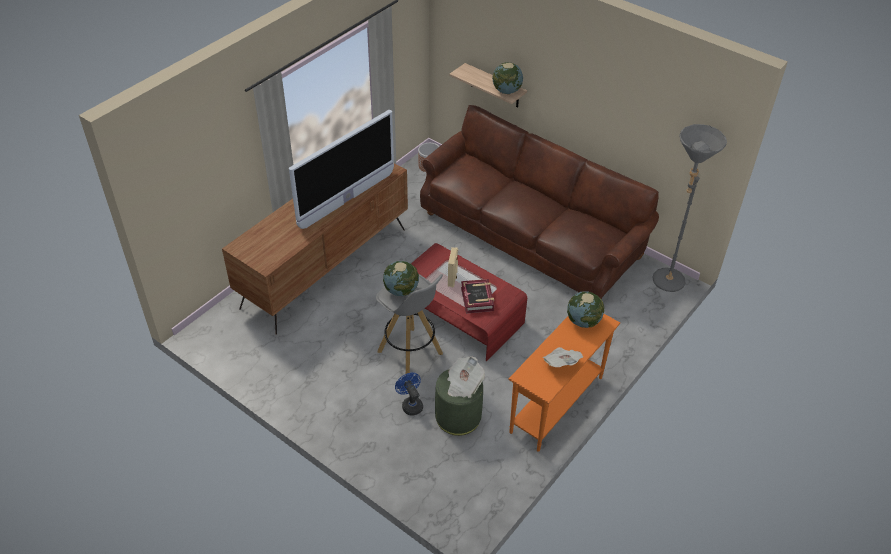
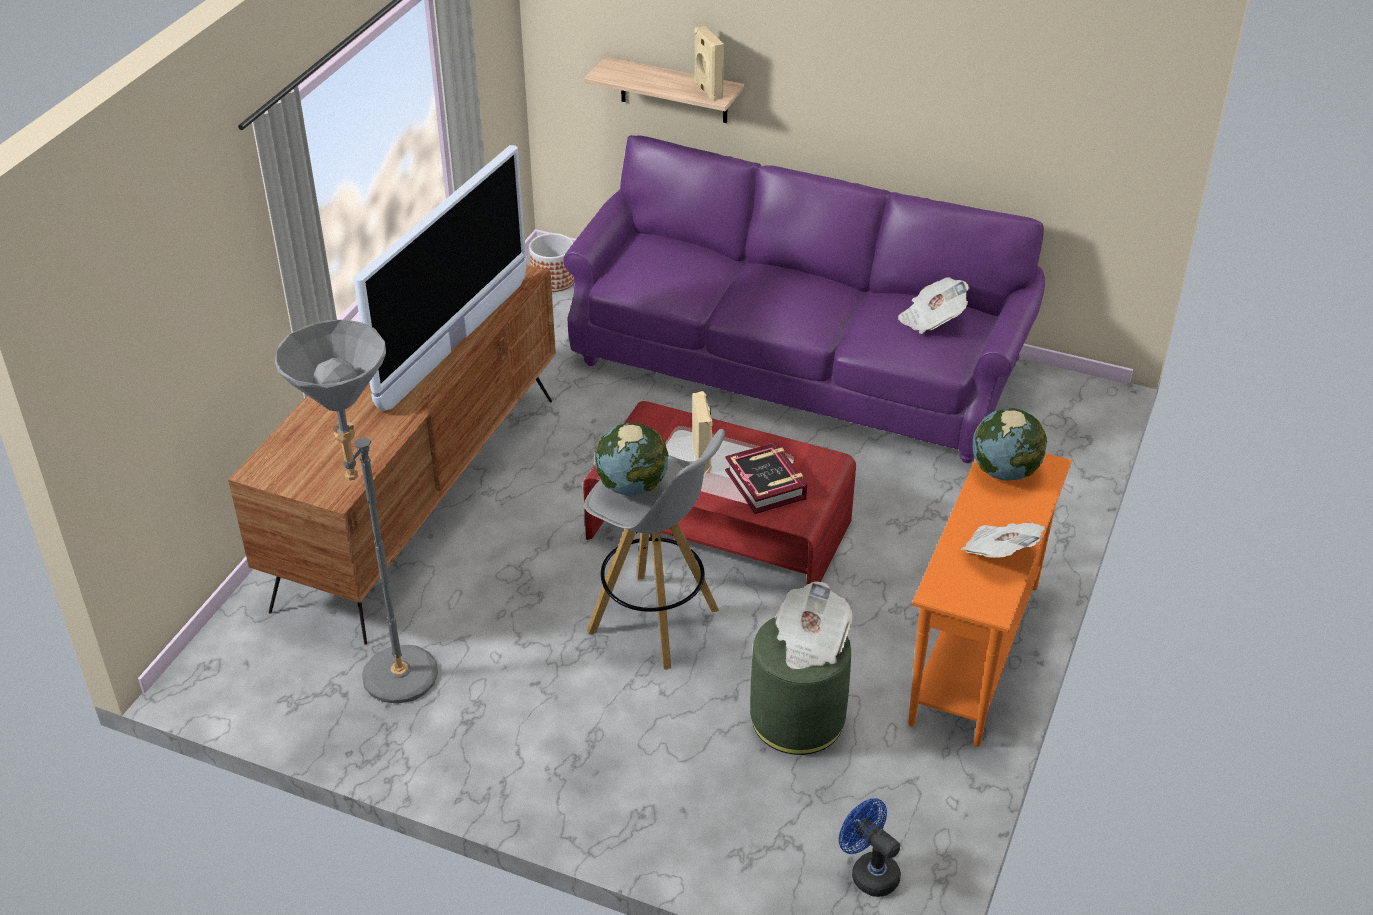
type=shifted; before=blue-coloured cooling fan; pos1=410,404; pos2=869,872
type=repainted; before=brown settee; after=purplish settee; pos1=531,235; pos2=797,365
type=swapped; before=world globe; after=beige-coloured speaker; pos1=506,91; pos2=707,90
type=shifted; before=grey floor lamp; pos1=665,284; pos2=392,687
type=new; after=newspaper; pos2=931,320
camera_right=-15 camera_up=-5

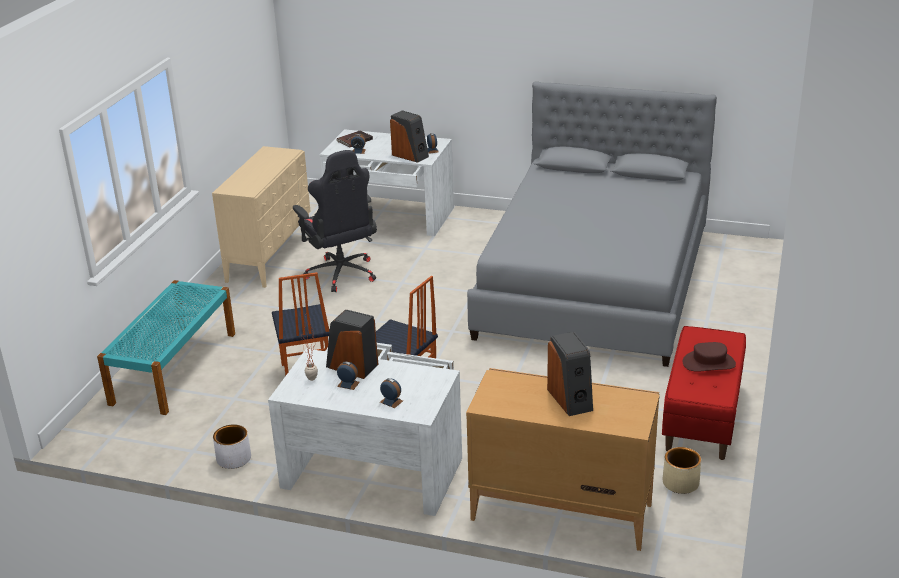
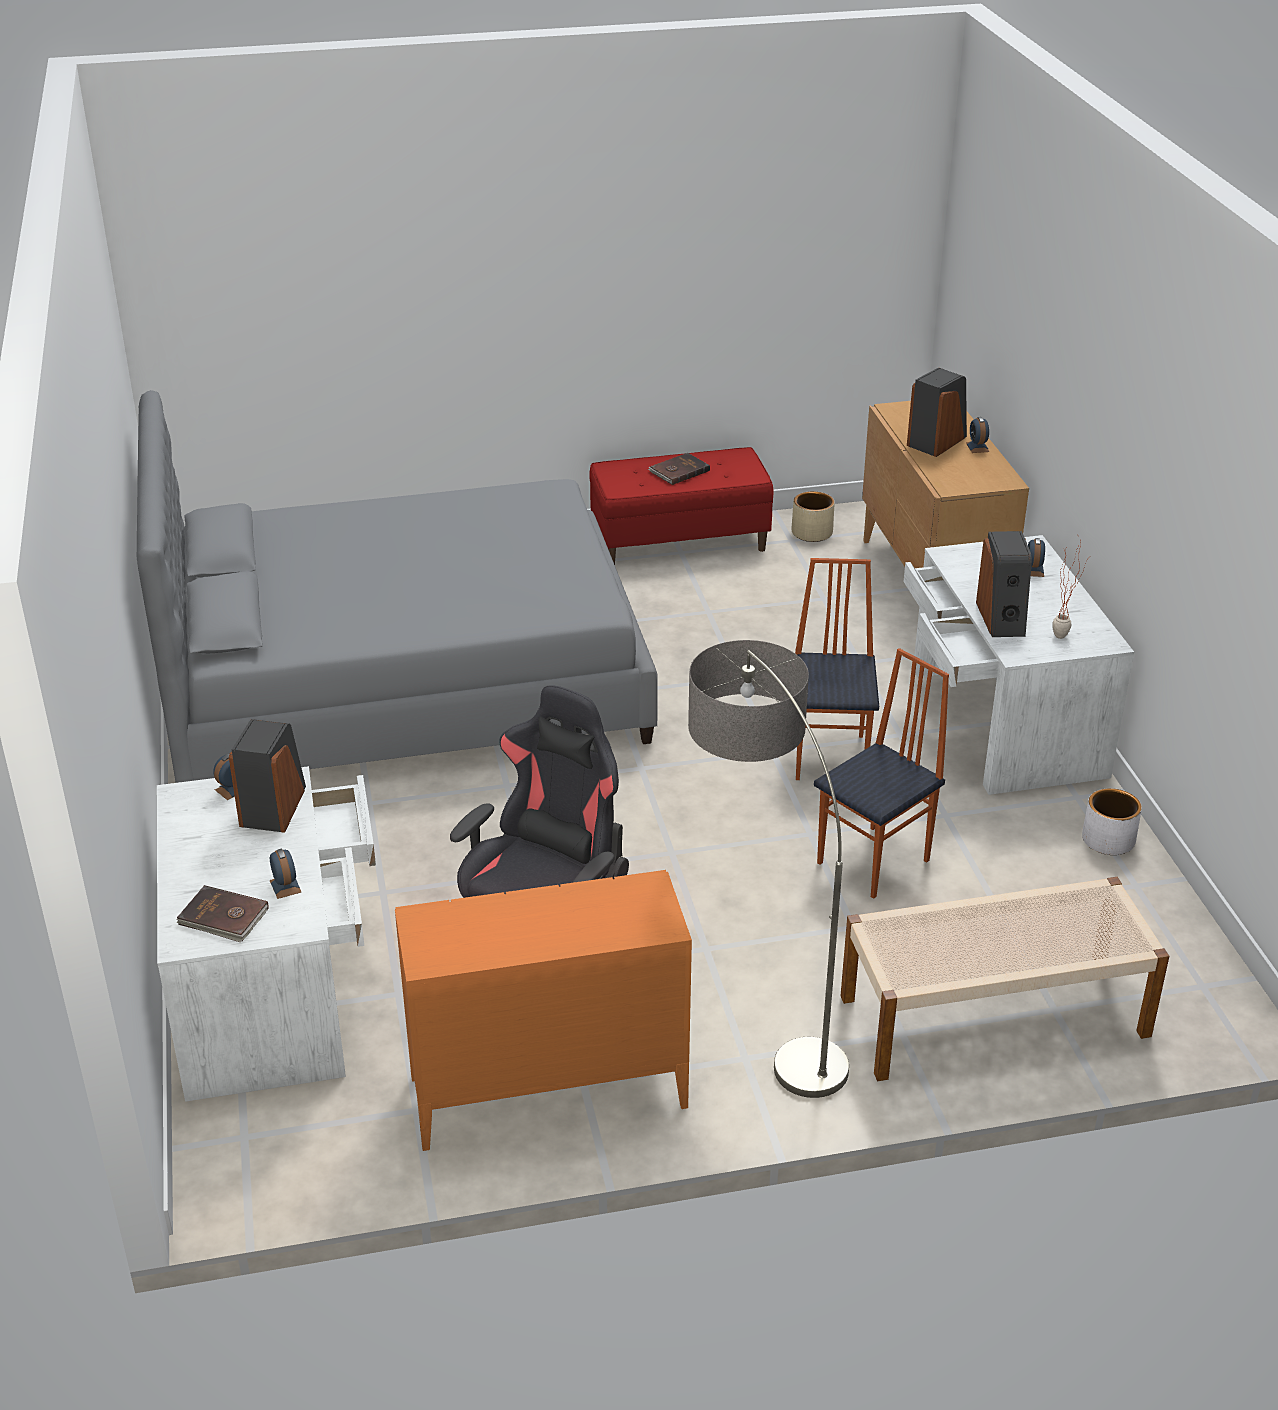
type=repainted; before=blue-green long seat; after=beige-coloured long seat; pos1=173,368; pos2=994,1017
type=repainted; before=beige-coloured chest of drawers; after=orange chest of drawers; pos1=271,257; pos2=545,1089
type=shifted; before=table clock; pos1=348,384; pos2=977,447
type=swapped; before=brown hat; after=brown bound book; pos1=709,363; pos2=678,471
type=new; after=floor lamp; pos2=760,1015
camera_right=-120 camera_up=5

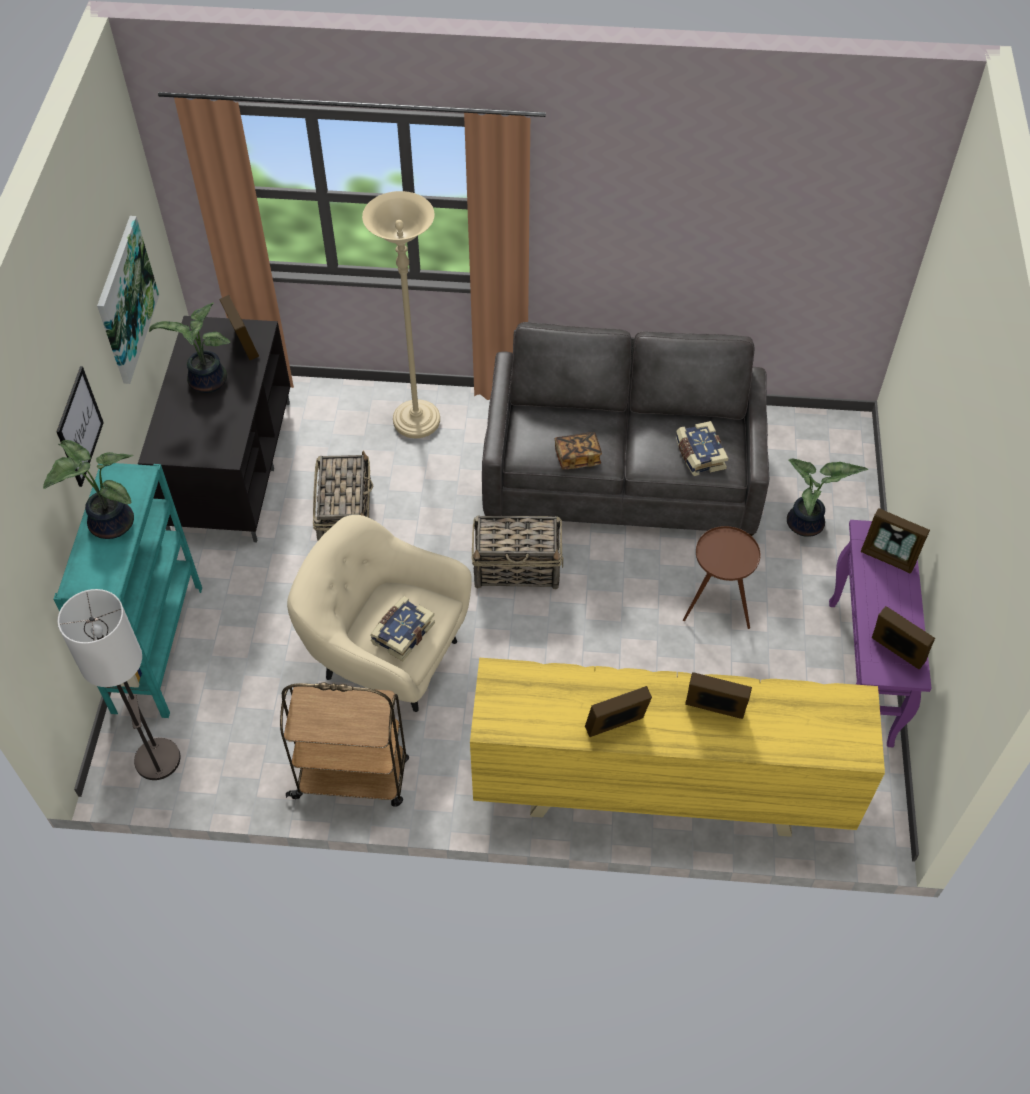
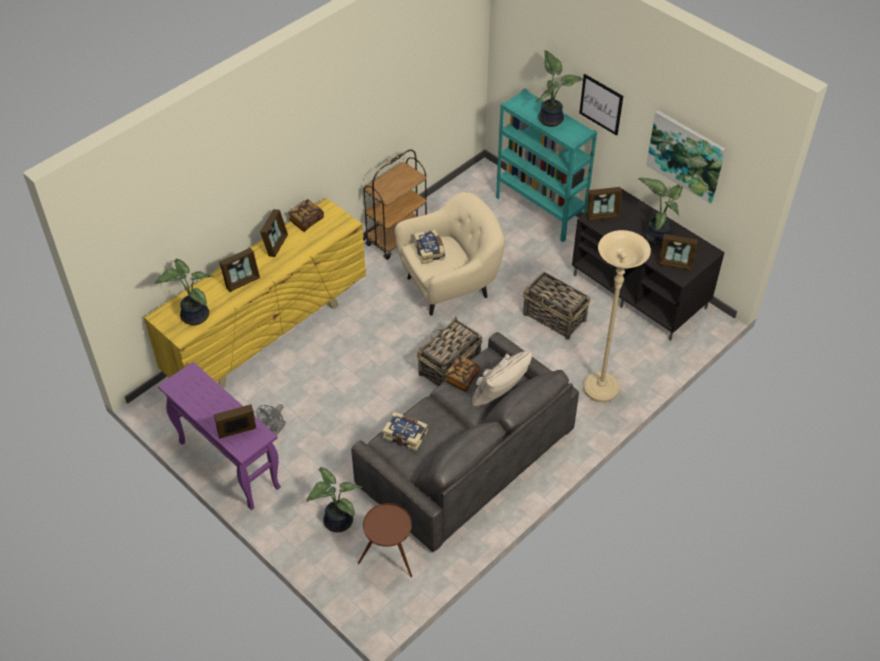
type=gone; before=floor lamp; pos1=157,759
type=shifted; before=brown end table; pos1=716,604; pos2=389,560
type=shifted; before=picture frame; pos1=895,652; pos2=602,215
type=new; after=plant in a pot; pos2=193,316
type=new; after=grey cooling fan; pos2=275,430
type=new; after=bound book; pos2=306,220
type=new; after=beige-coloured throw pillow; pos2=499,394
camera_right=130 camera_up=-5

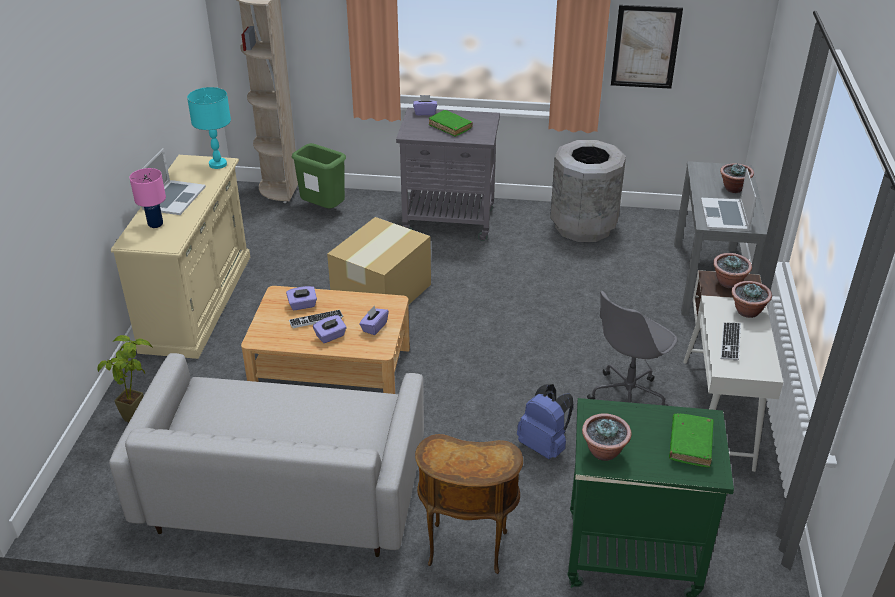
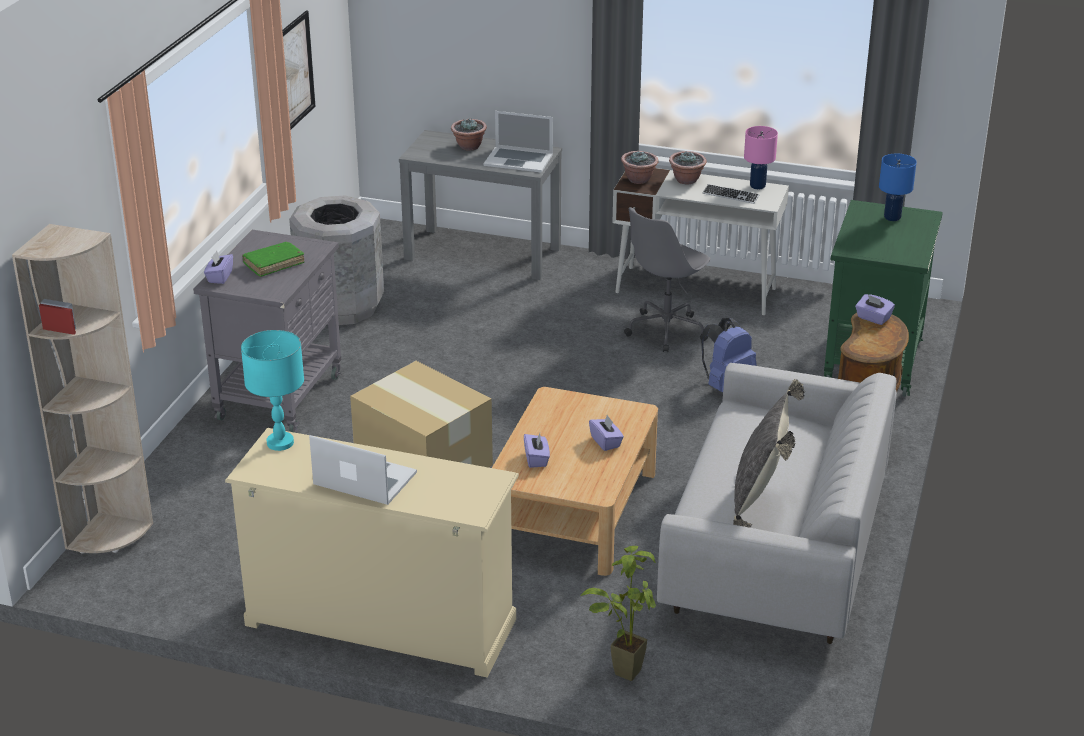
type=shifted; before=pink-coloured tabletop lamp; pos1=155,225; pos2=758,186
type=gone; before=computer keyboard; pos1=316,320
type=gone; before=greenish waste bin; pos1=324,210
type=shifted; before=purplish tissue box; pos1=374,327; pos2=873,318
type=gone; before=plant in a pot; pos1=604,452
type=rotated; before=grey computer chair; pos1=626,398; pos2=664,332; turn=75
type=swapped; before=greenish bound book; after=blue-coloured tabletop lamp; pos1=690,444; pos2=892,218
type=new; after=throw pillow; pos2=763,507
camera_right=-80 camera_up=-5

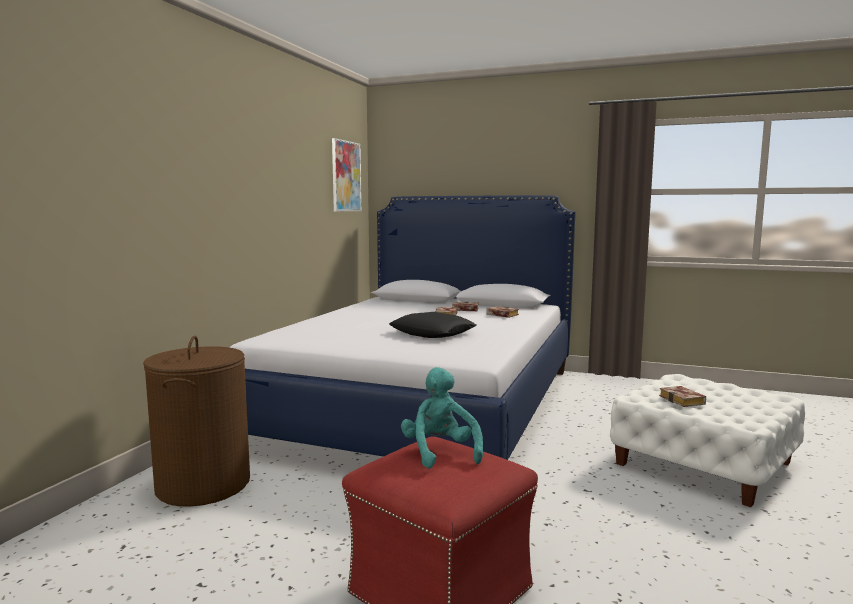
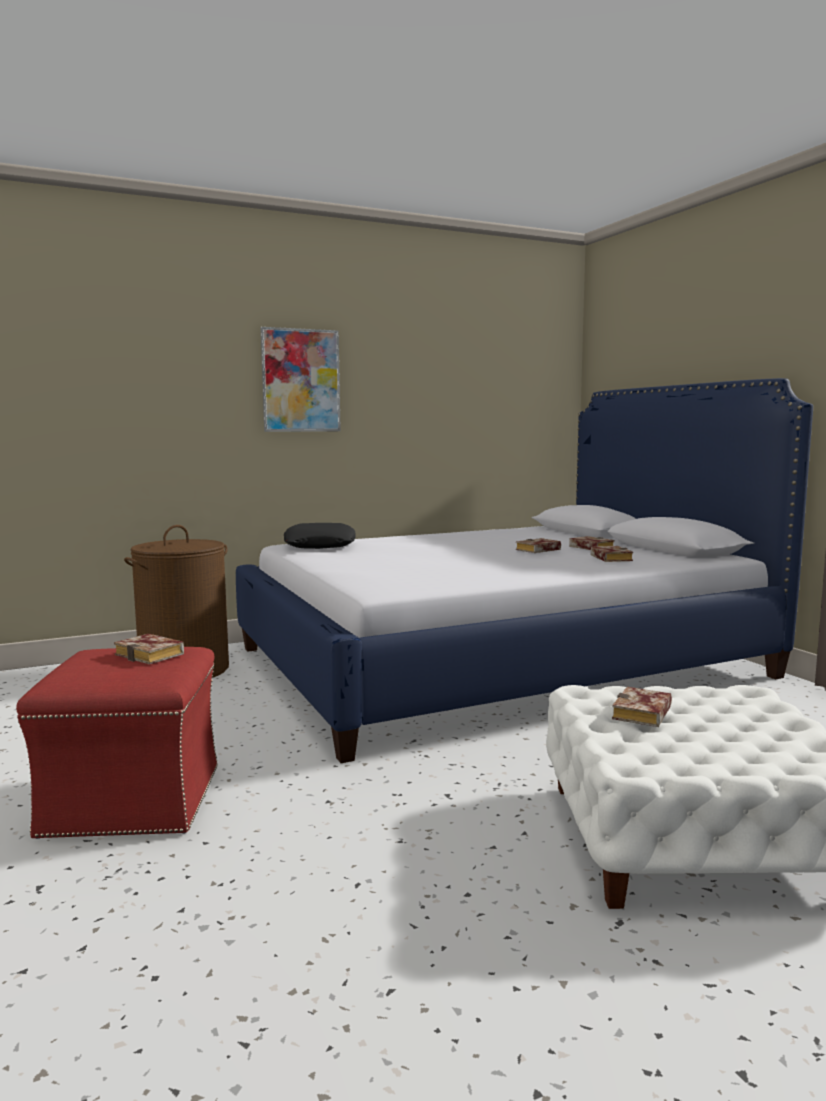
type=shifted; before=picture; pos1=346,176; pos2=301,380
type=shifted; before=black throw pillow; pos1=432,333; pos2=320,545
type=swapped; before=blue-green cuddly toy; after=bound book; pos1=440,452; pos2=152,655
camera_right=45 camera_up=0

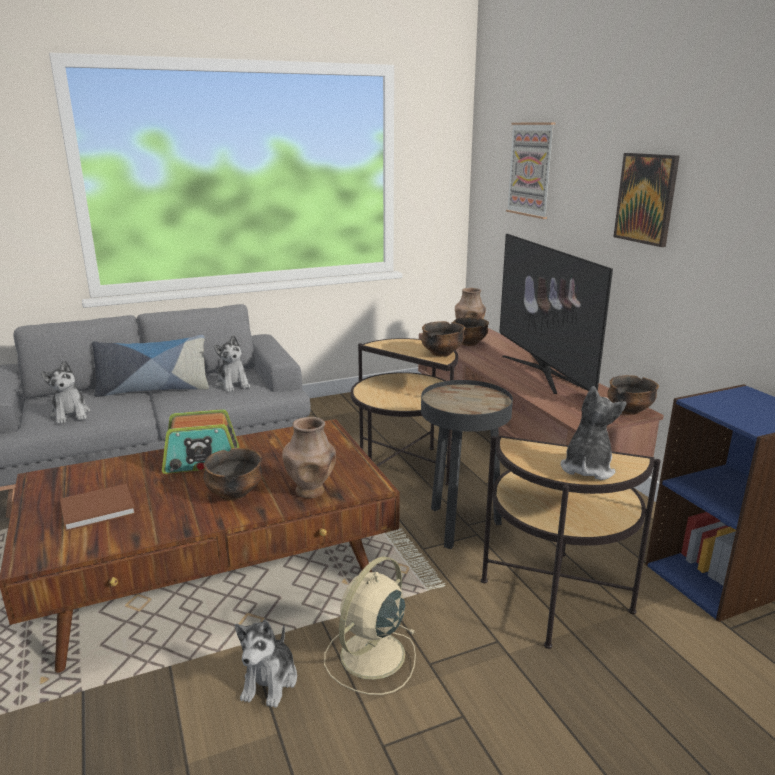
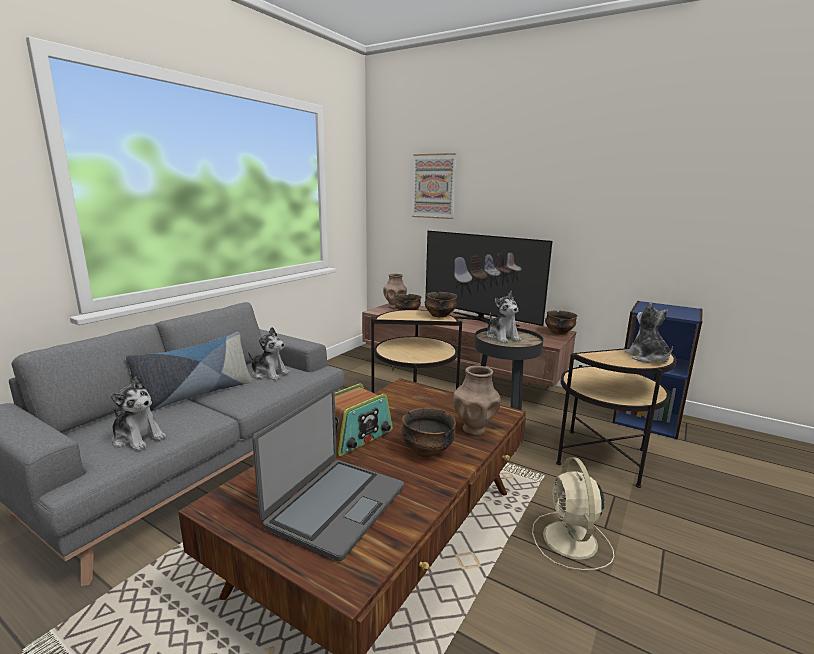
type=swapped; before=brown bound book; after=portable computer; pos1=100,509; pos2=335,506
type=shifted; before=cuddly toy; pos1=270,681; pos2=502,337
type=gone; before=picture; pos1=646,198
camera_right=-35 camera_up=-5

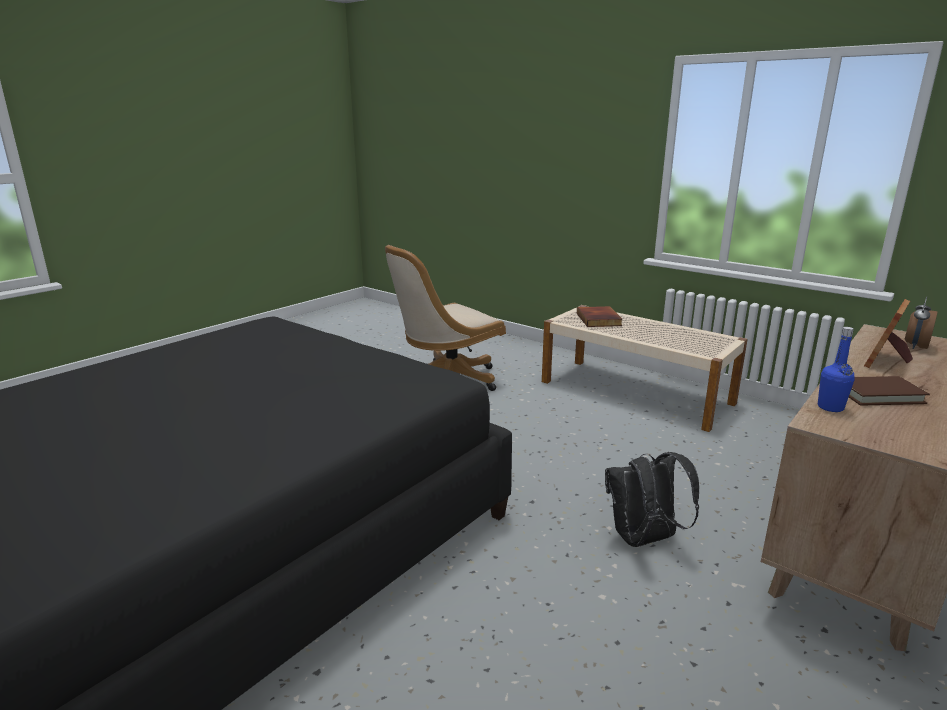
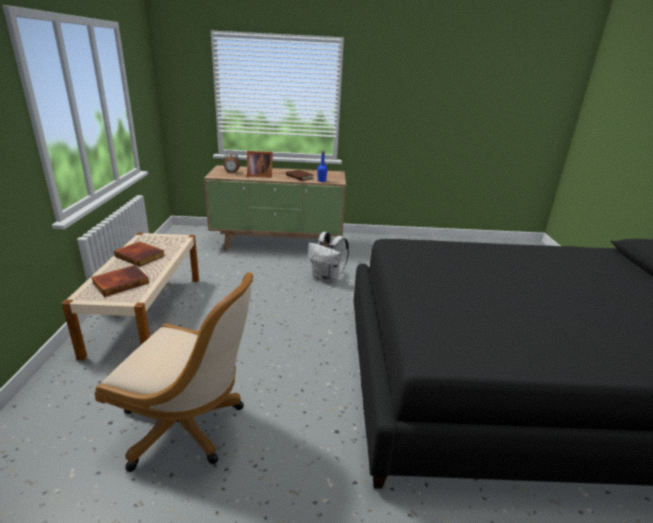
type=repainted; before=black rucksack; after=white-coloured rucksack; pos1=644,540; pos2=327,278
type=new; after=bound book; pos2=141,256
camera_right=-130 camera_up=5

